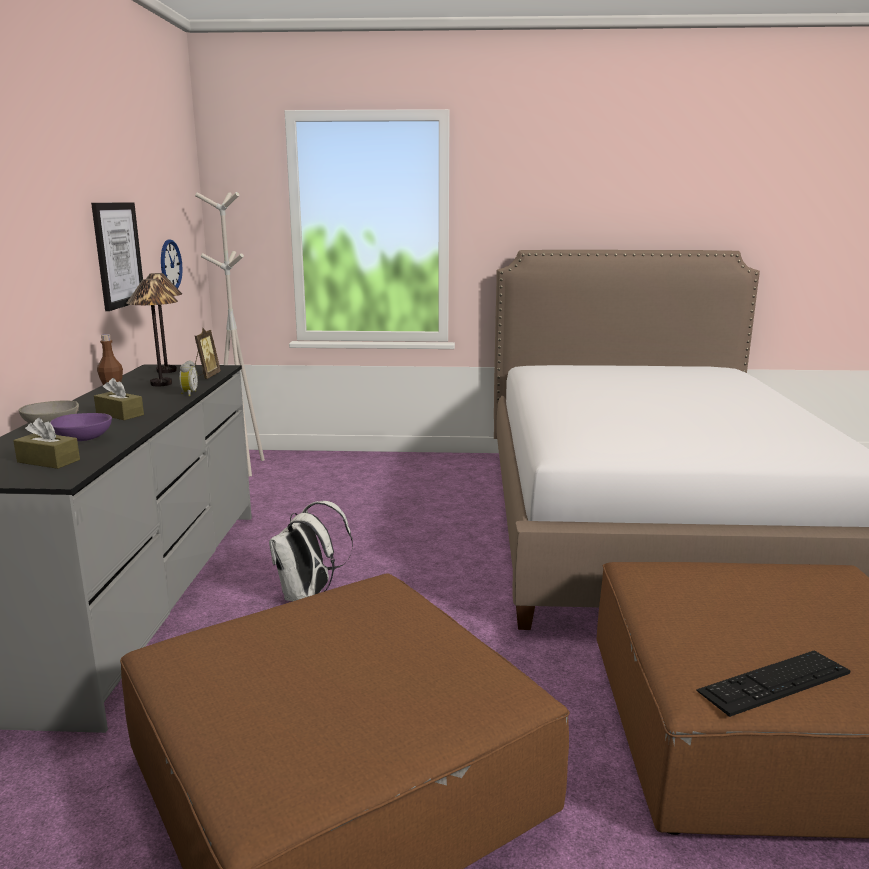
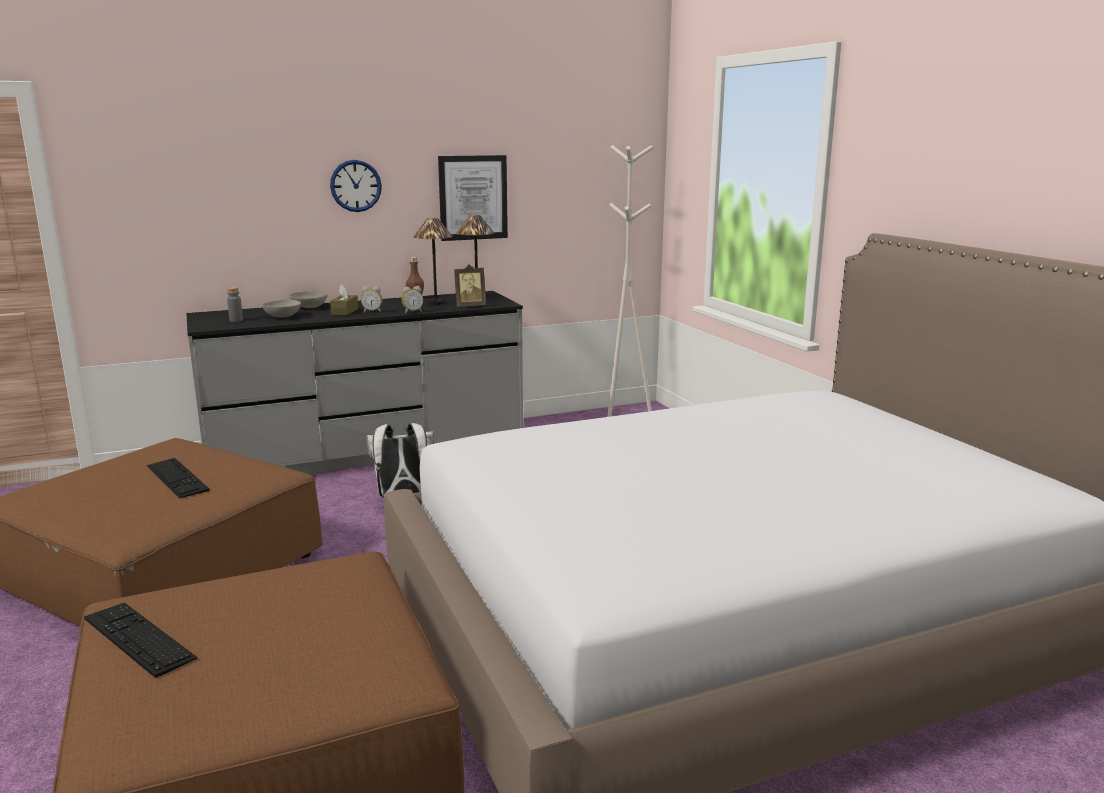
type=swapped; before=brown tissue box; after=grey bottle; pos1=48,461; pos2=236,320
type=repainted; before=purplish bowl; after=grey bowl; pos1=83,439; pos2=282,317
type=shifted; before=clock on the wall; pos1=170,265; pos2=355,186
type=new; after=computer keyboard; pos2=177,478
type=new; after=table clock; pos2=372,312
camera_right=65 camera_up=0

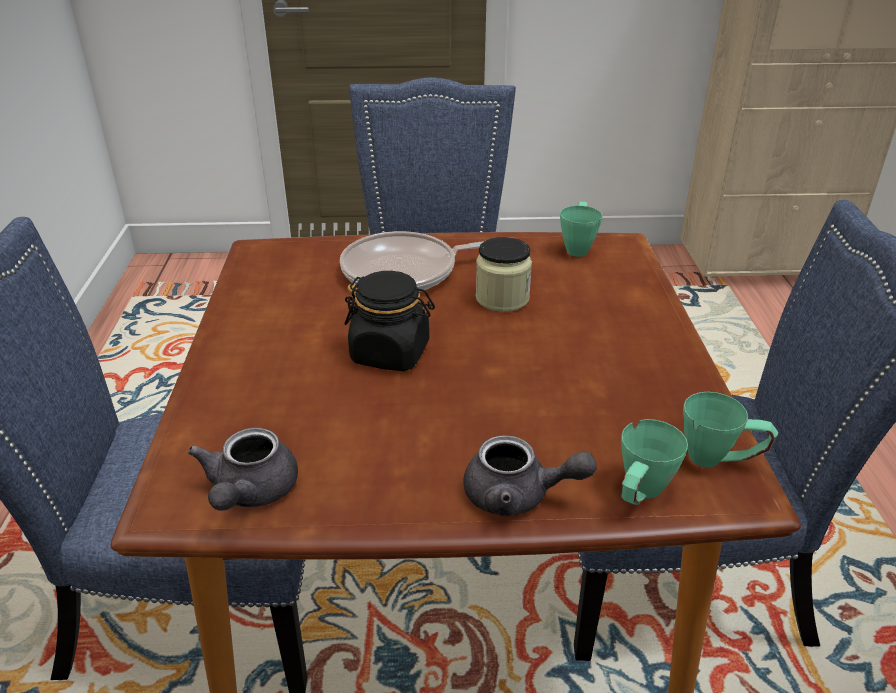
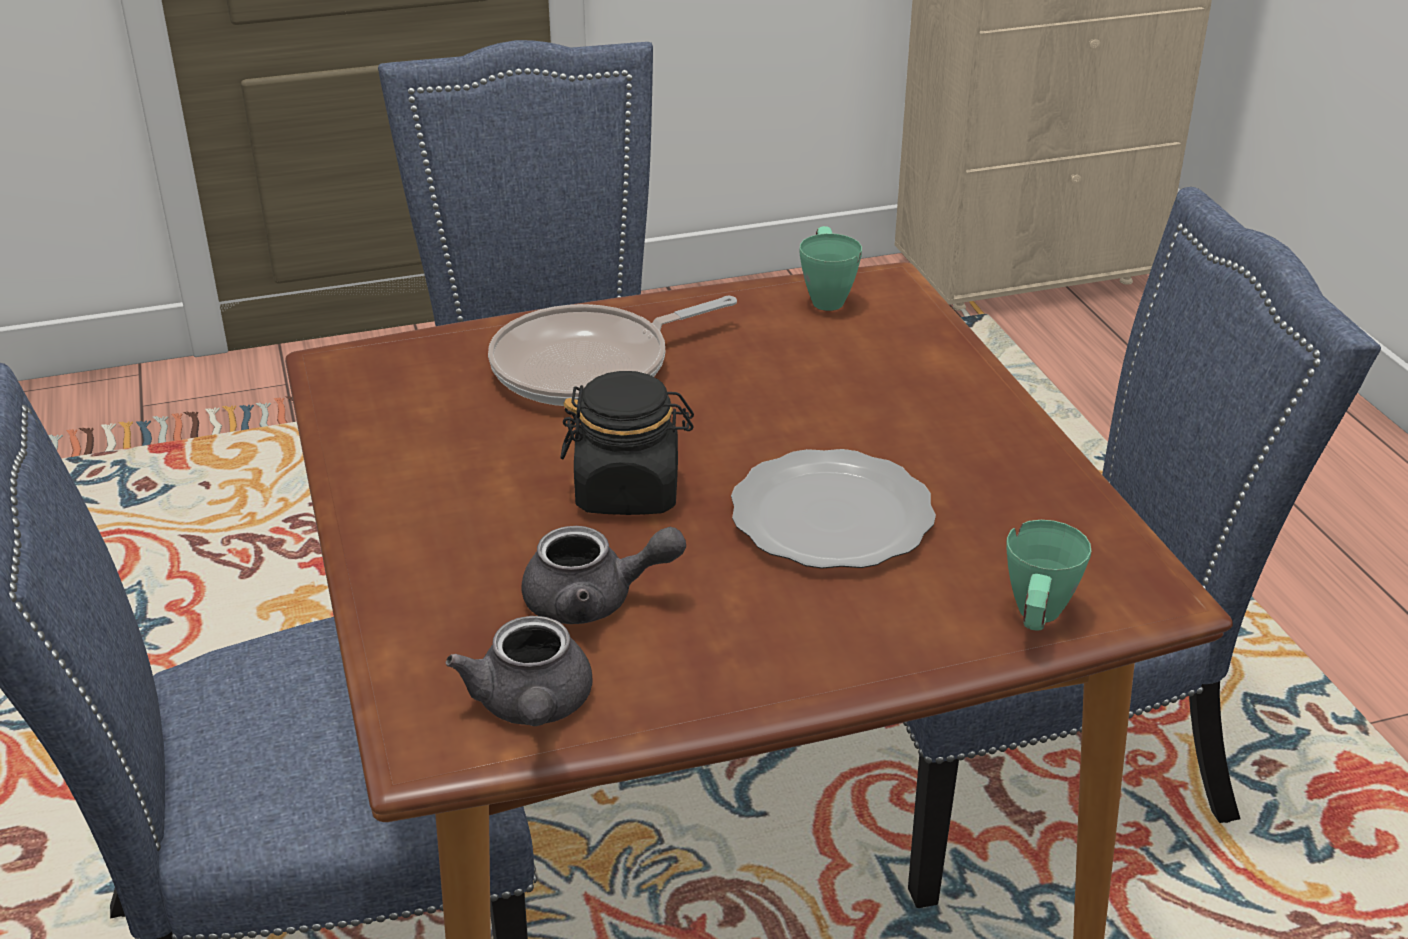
type=shifted; before=grey tea pot; pos1=518,496; pos2=594,601
type=gone; before=preserve jar; pos1=502,298
type=gone; before=greenish tea mug; pos1=719,460
type=new; after=dinner plate; pos2=829,515
camera_right=-15 camera_up=0

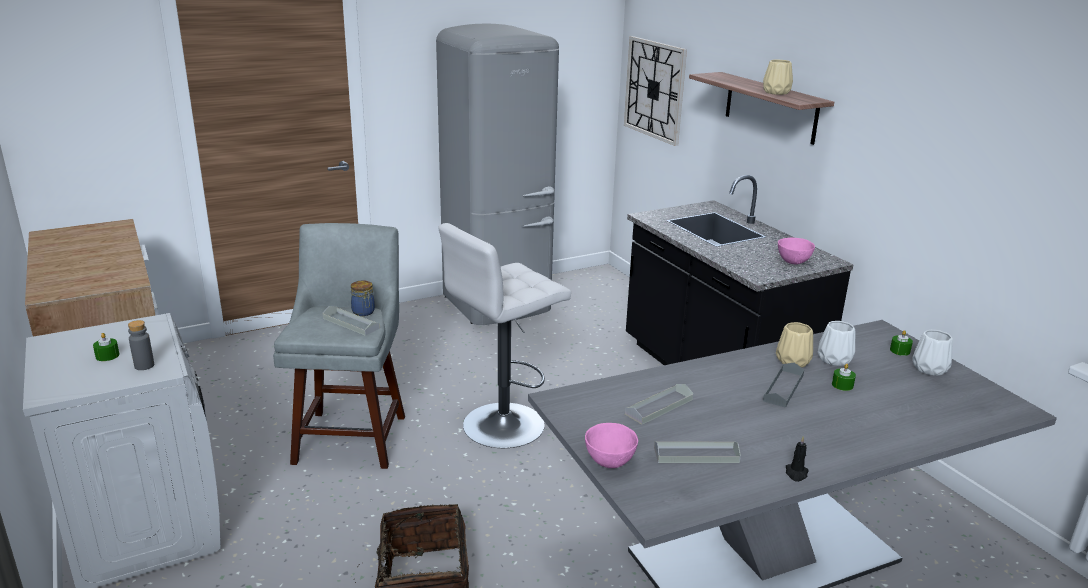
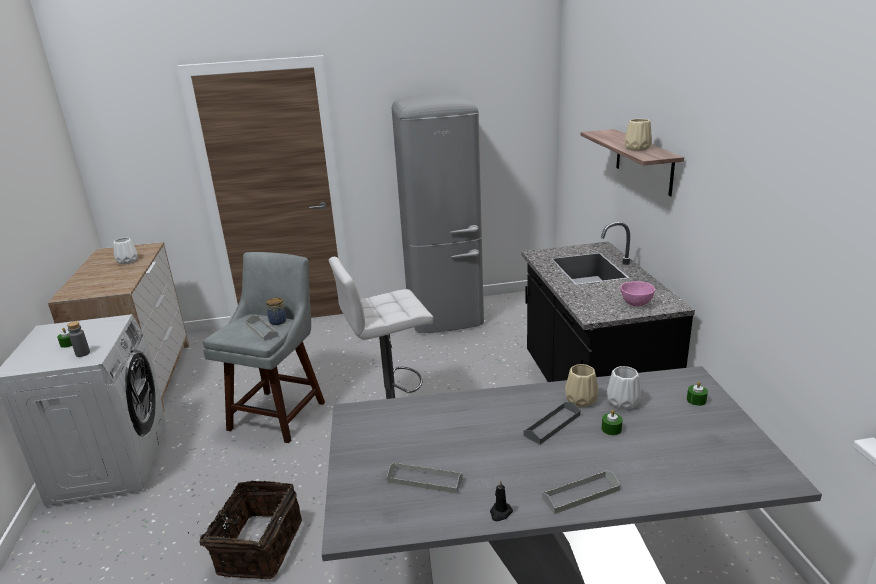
type=gone; before=pink-coloured bowl; pos1=609,461
type=gone; before=clock on the wall; pos1=655,89
type=shifted; before=grey serving tray; pos1=659,407; pos2=580,494
type=shifted; before=white-coloured flower vase; pos1=928,368; pos2=127,261
camera_right=20 camera_up=0

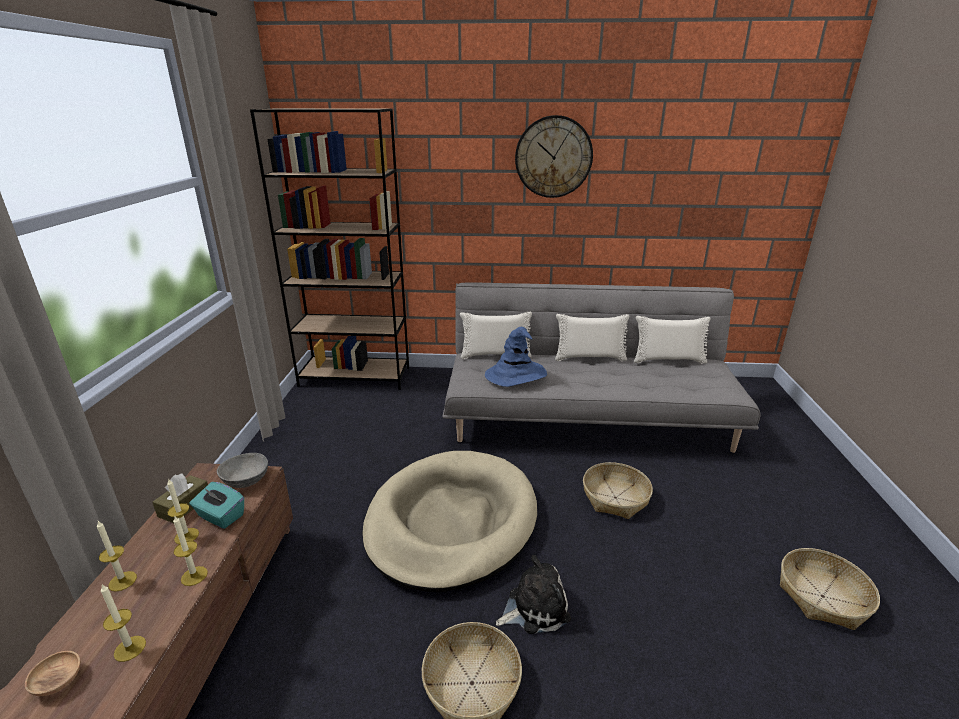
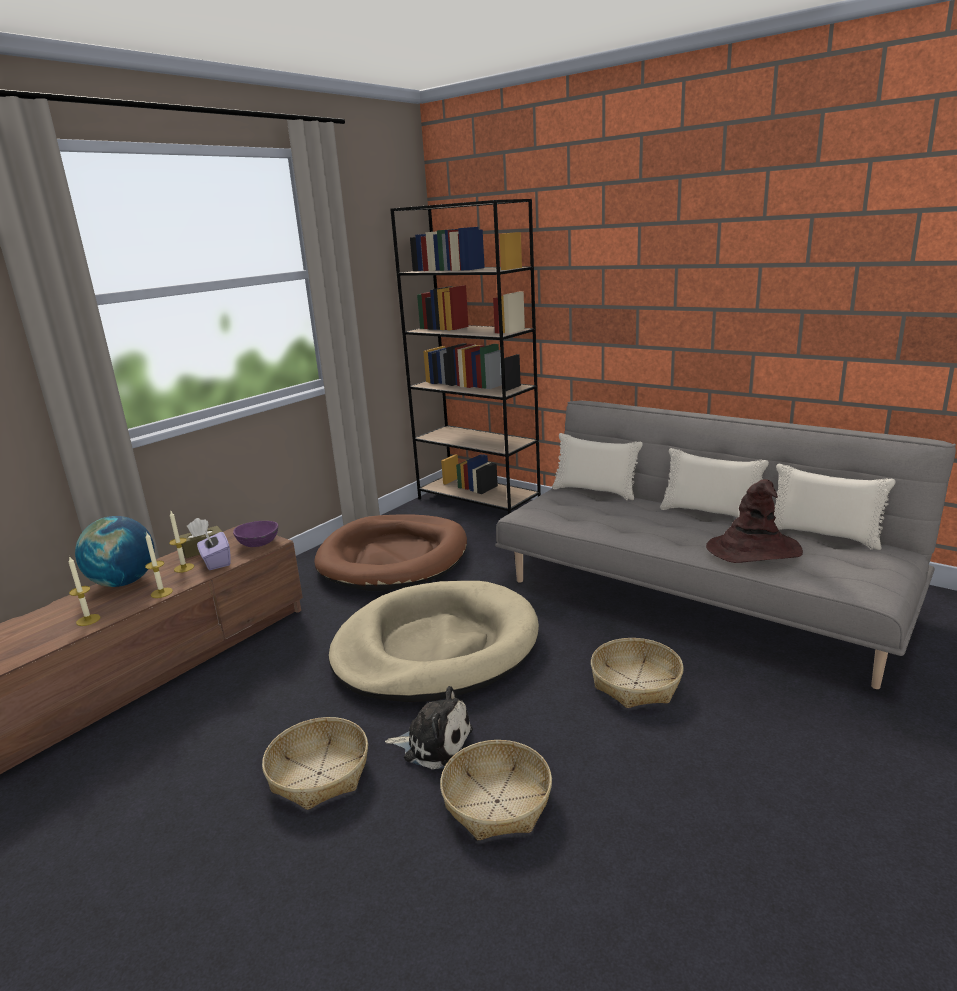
type=gone; before=brown bowl; pos1=58,681
type=swapped; before=wax light; after=world globe; pos1=122,581; pos2=124,582
type=repainted; before=blue-green tissue box; after=purplish tissue box; pos1=220,516; pos2=216,562
type=repainted; before=grey bowl; after=purplish bowl; pos1=246,480; pos2=258,543
type=gone; before=blue-coloured hat; pos1=516,375
type=gone; before=clock on the wall; pos1=553,157
type=shifted; before=storage basket; pos1=823,596; pos2=497,802
type=new; after=brown dog cushion; pos2=394,557
type=new; after=brown hat; pos2=753,550
camera_right=35 camera_up=-5

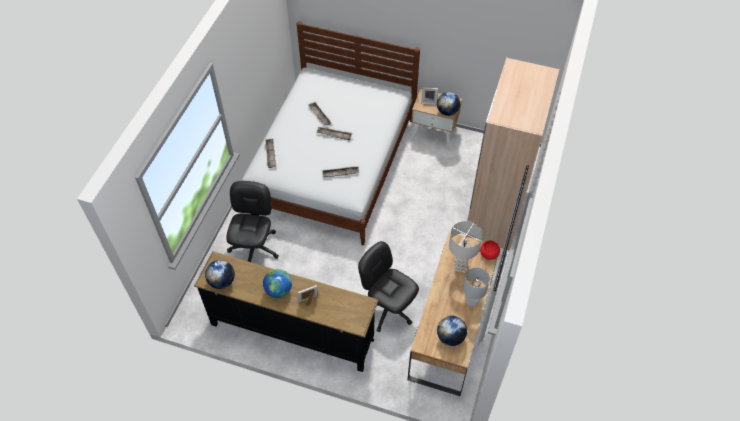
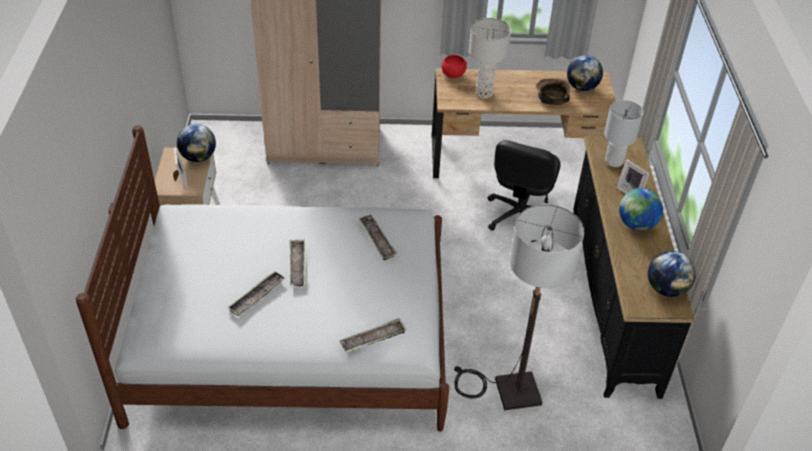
type=swapped; before=black computer chair; after=floor lamp; pos1=255,247; pos2=503,390
type=shifted; before=grey tabletop lamp; pos1=472,301; pos2=613,163
type=new; after=brown bowl; pos2=551,99
camera_right=-110 camera_up=-10

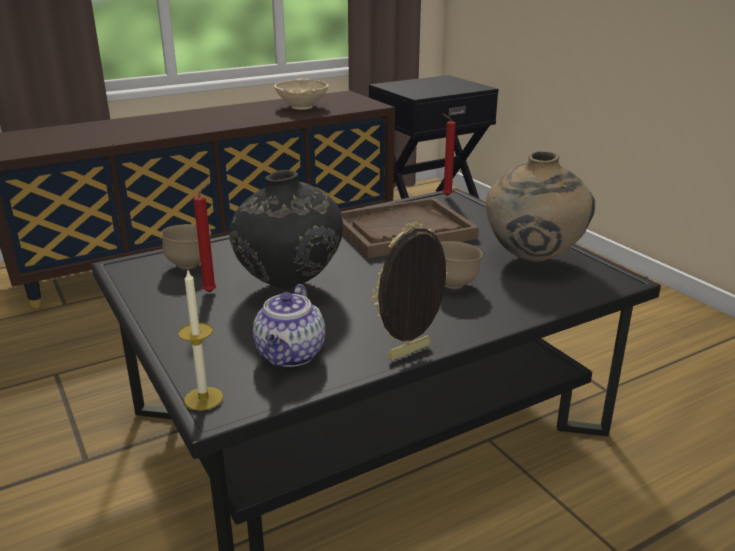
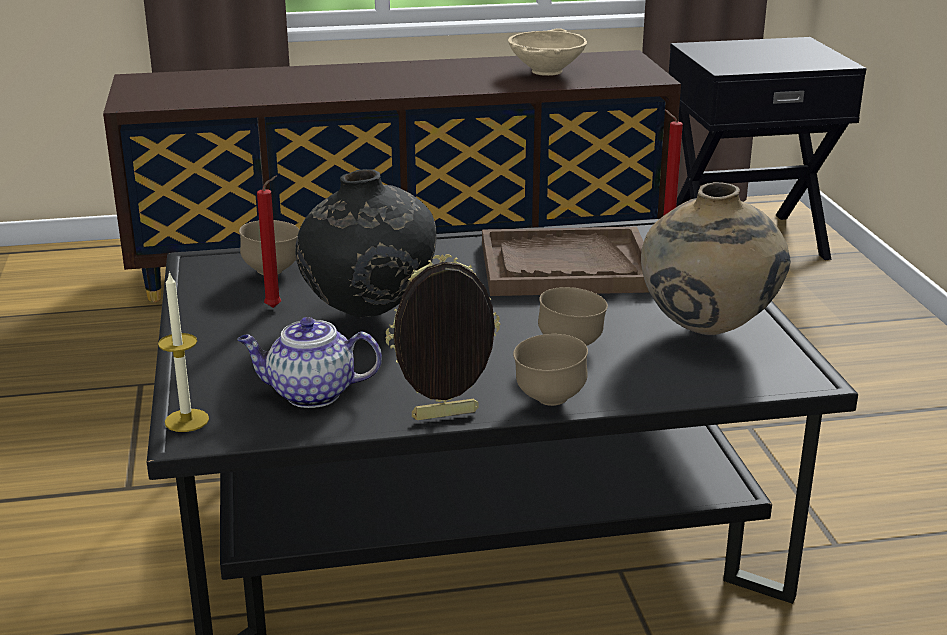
type=rotated; before=tea pot; pos1=291,355; pos2=310,394; turn=60
type=new; after=brown bowl; pos2=549,400
camera_right=20 camera_up=0

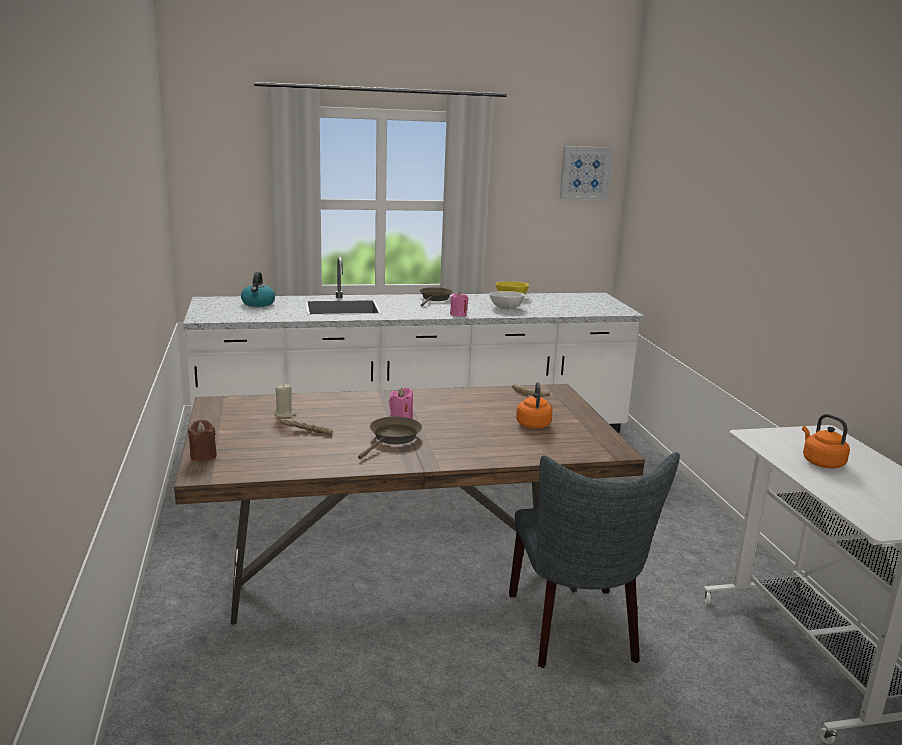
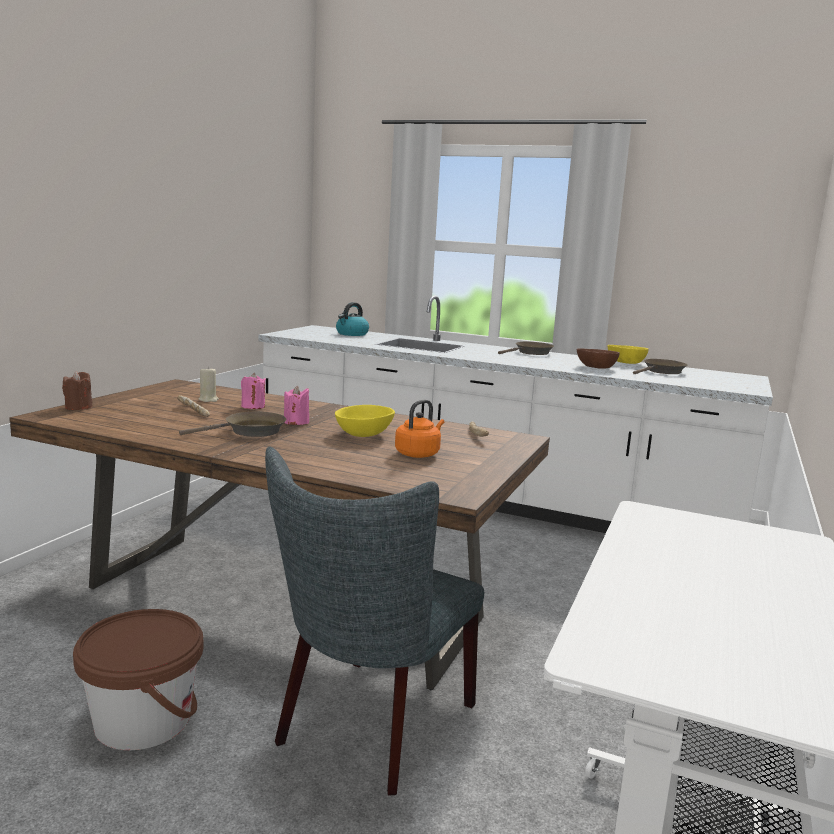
type=shifted; before=pink-coloured wax light; pos1=458,315; pos2=253,406
type=repainted; before=white-coloured bowl; after=brown bowl; pos1=506,308; pos2=596,367
type=gone; before=picture; pos1=585,173
type=gone; before=orange tea kettle; pos1=821,462
type=new; after=brown bucket; pos2=143,720
type=new; after=yellow-coloured bowl; pos2=364,434
type=new; after=brown skillet; pos2=662,371
camera_right=35 camera_up=-5

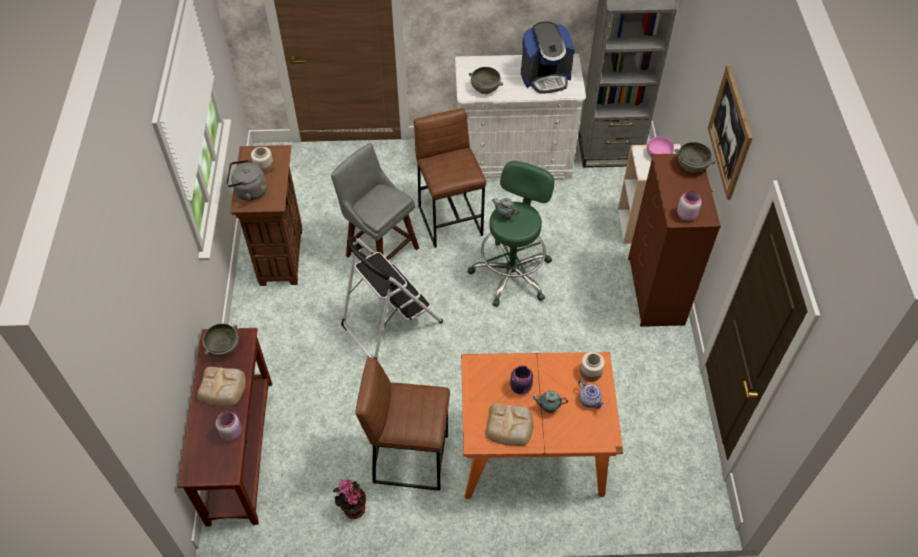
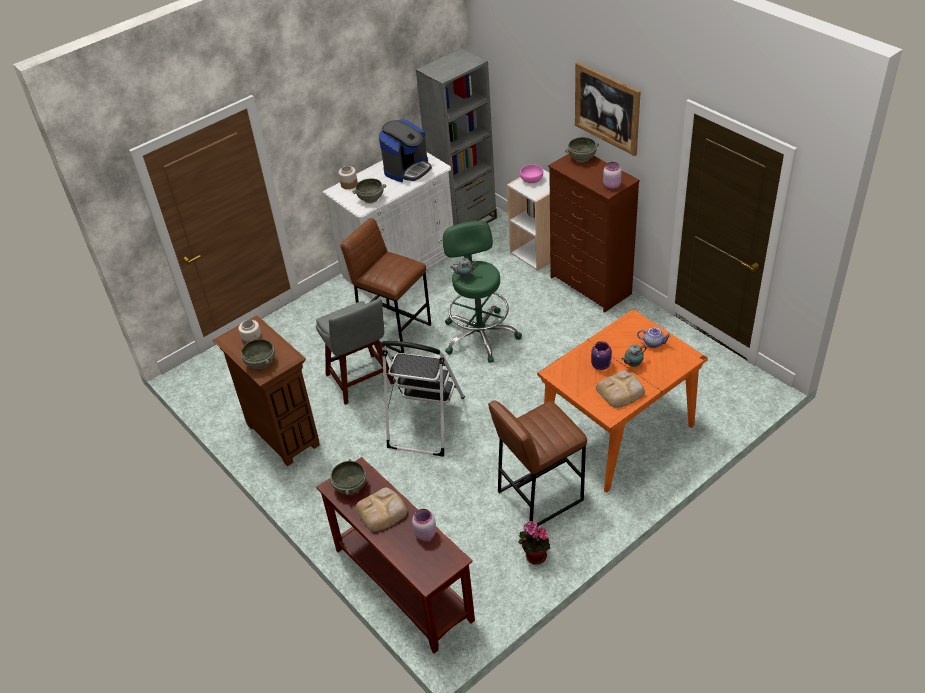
type=swapped; before=grey tea kettle; after=grey bowl; pos1=248,191; pos2=260,363
type=rotated; before=grey plain chair; pos1=380,249; pos2=361,381; turn=-120
type=shifted; before=preserve jar; pos1=590,371; pos2=349,184
camera_right=-35 camera_up=-10

